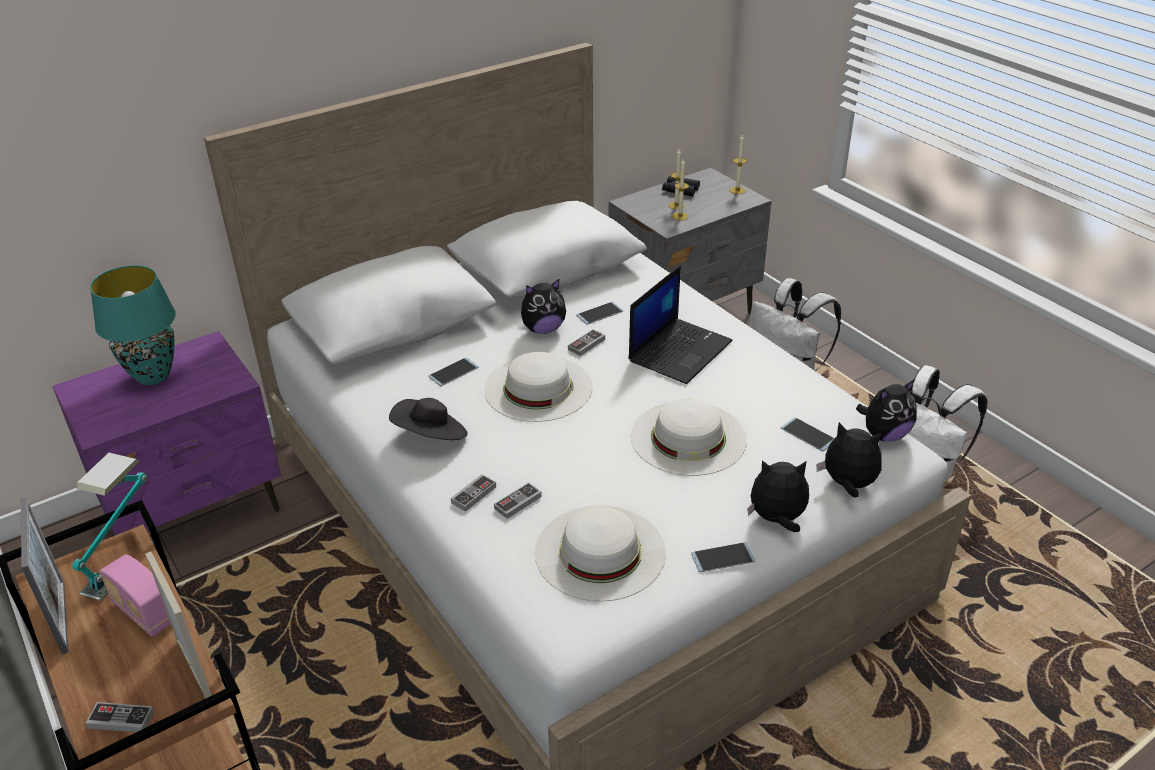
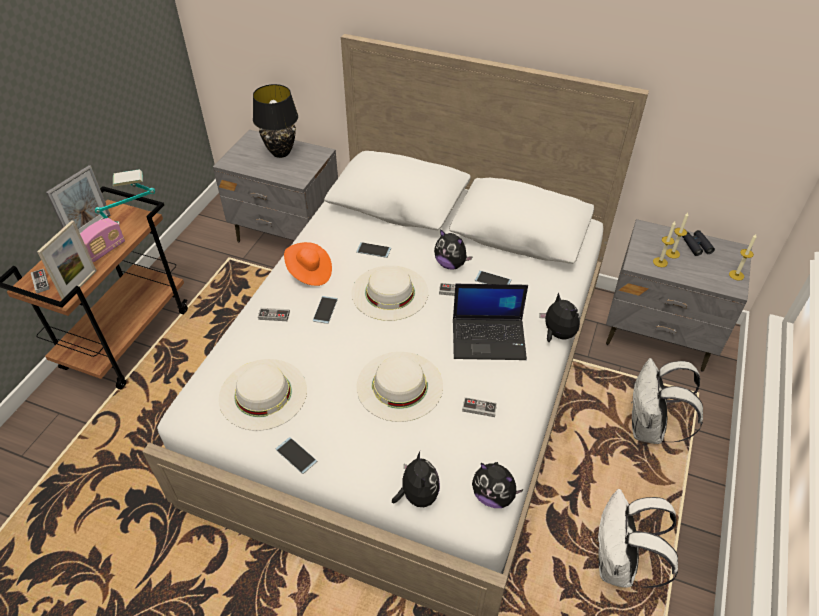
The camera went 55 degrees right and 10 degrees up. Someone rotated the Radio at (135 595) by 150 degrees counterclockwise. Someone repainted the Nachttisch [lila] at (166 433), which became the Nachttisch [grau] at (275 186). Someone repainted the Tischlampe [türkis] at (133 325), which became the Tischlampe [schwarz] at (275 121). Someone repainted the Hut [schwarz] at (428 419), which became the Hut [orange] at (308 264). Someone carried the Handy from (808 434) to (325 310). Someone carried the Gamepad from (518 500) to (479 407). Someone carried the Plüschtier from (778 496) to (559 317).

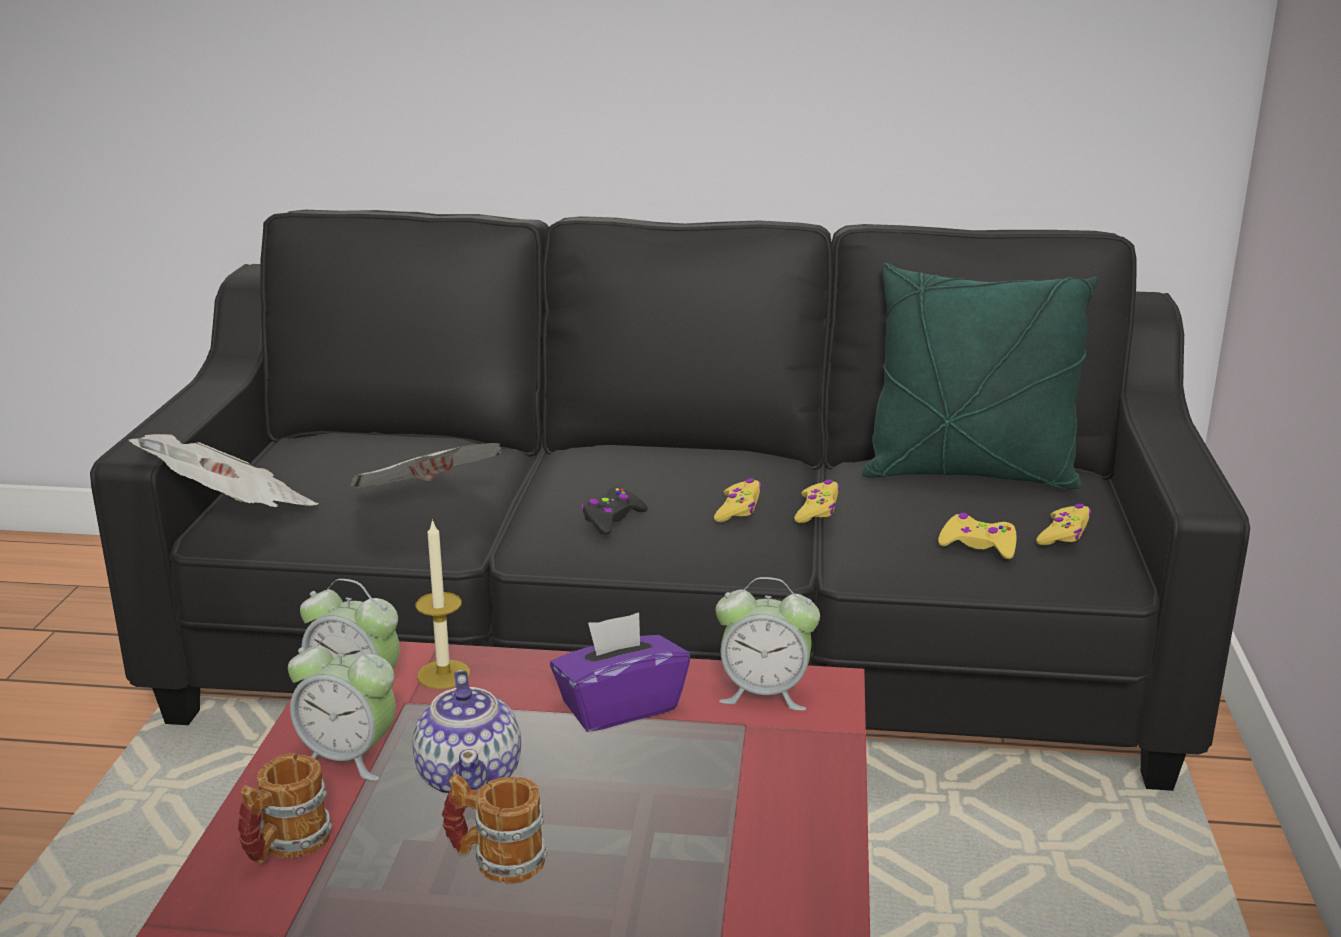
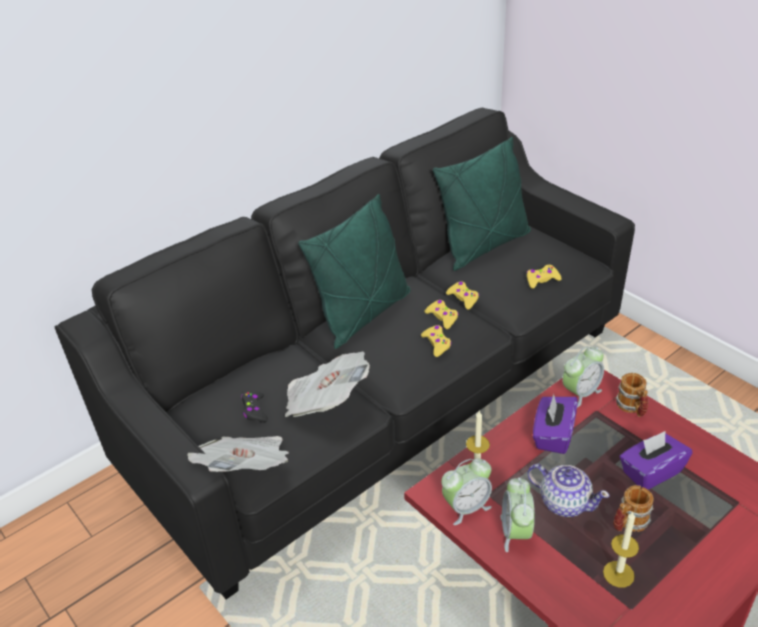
The camera went 45 degrees left and 15 degrees up. Someone carried the Gamepad [schwarz] from (614 511) to (255 407). Someone put down the Kissen [grün] at (354 271). Someone carried the Gamepad [gelb] from (1063 524) to (436 341). Someone rotated the Wecker at (342 707) by 120 degrees clockwise. Someone put down the Kerze at (621 550). Someone carried the Henkelbecher from (285 808) to (632 395). Someone put down the Taschentuchbox [lila] at (655 460).

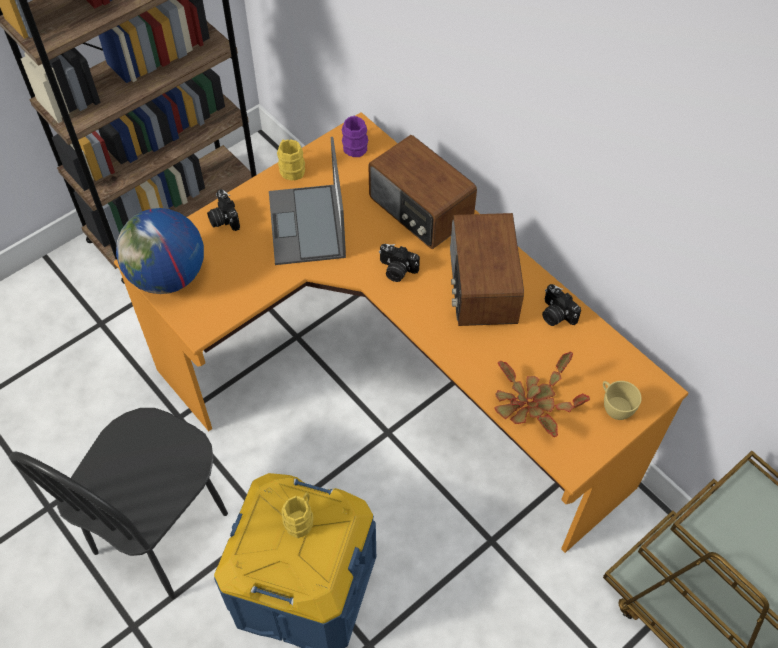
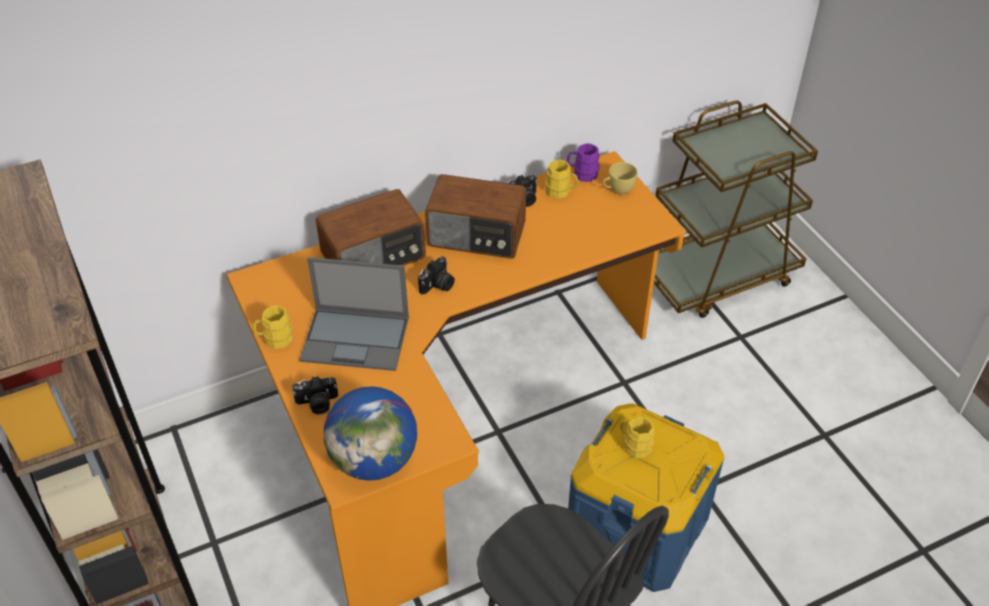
The camera went 75 degrees left and 10 degrees down. Someone put down the Henkelbecher [gelb] at (561 179). Someone carried the Henkelbecher [lila] from (355 136) to (583 162). Someone took away the Topfpflanze at (542 394).

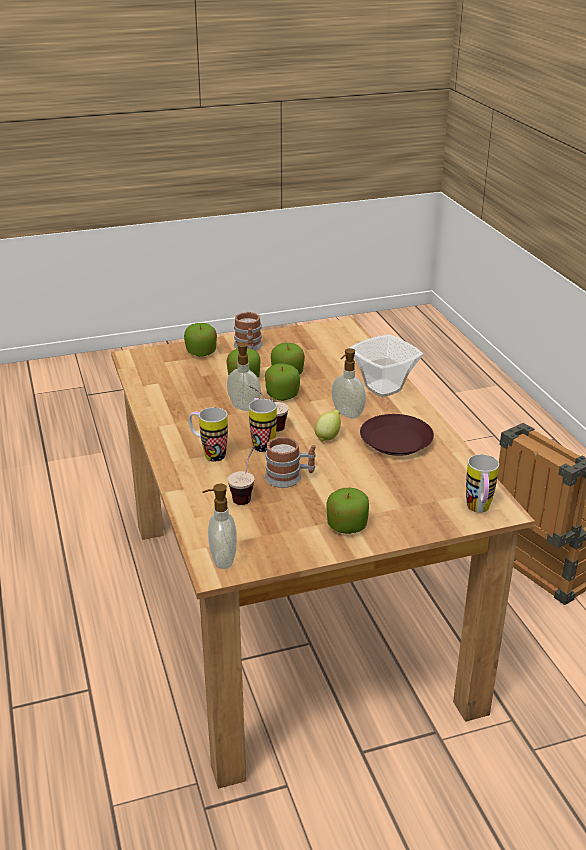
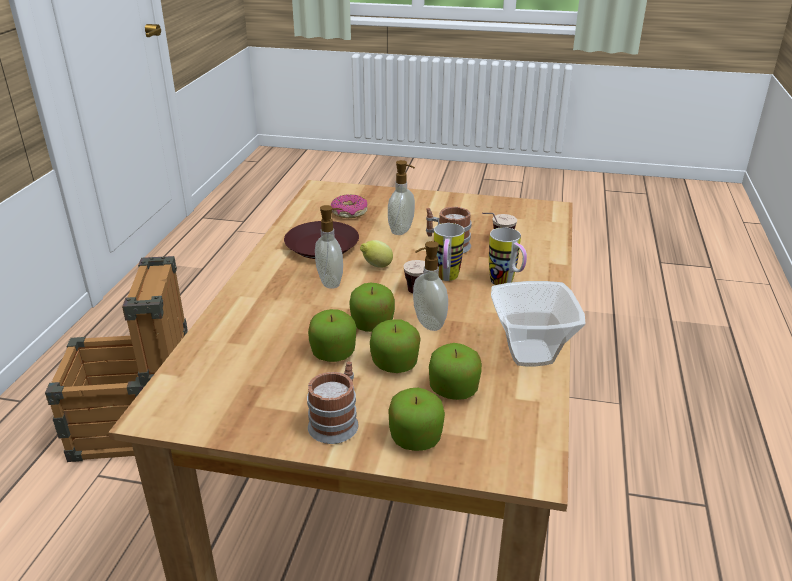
The camera went 150 degrees left and 0 degrees up. Someone put down the Donut at (349 206). Someone carried the Seifenspender from (219 526) to (401 197). Someone carried the Apfel from (347 511) to (455 371). Someone carried the Schüssel from (386 365) to (538 323). Someone took away the Henkelbecher at (482 483).

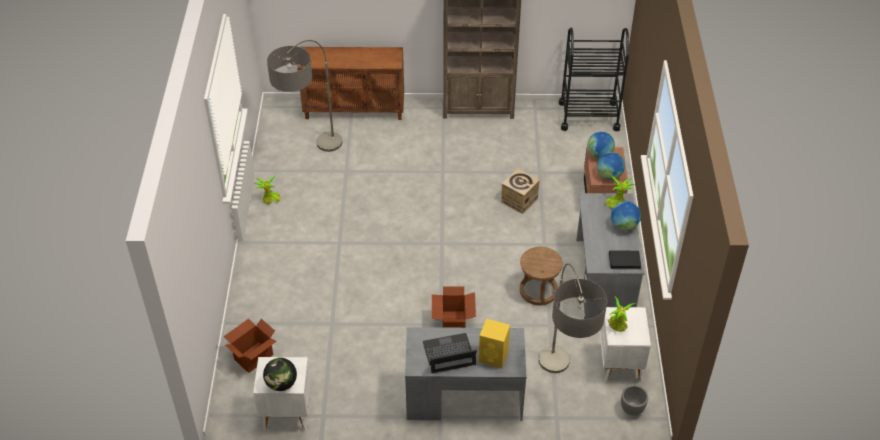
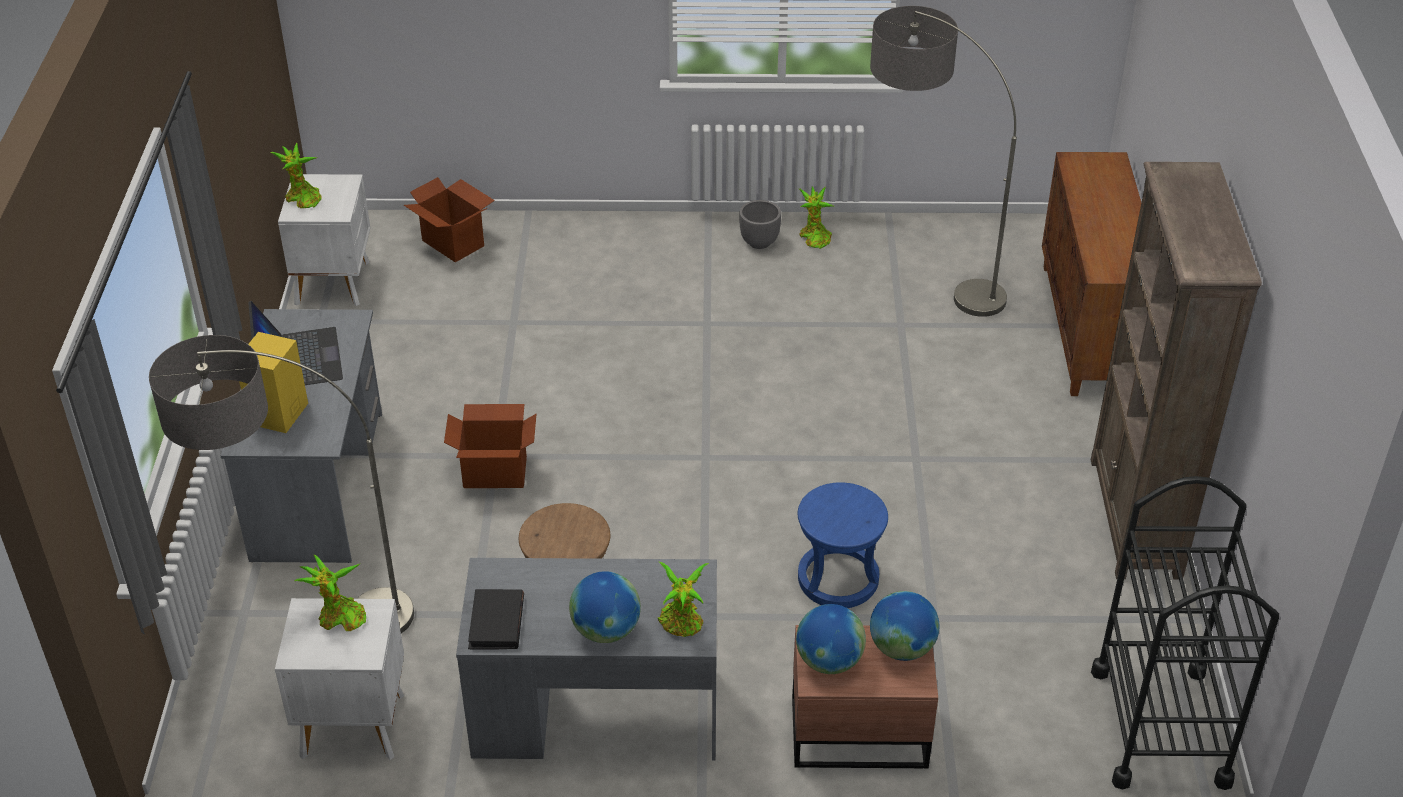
The camera went 90 degrees right and 5 degrees down. Someone swapped the Globus at (280 374) for the Topfpflanze at (296 175). Someone carried the Pflanzkübel [grau] from (634 400) to (760 224). Someone swapped the Karton at (520 191) for the Hocker [blau] at (843 545).

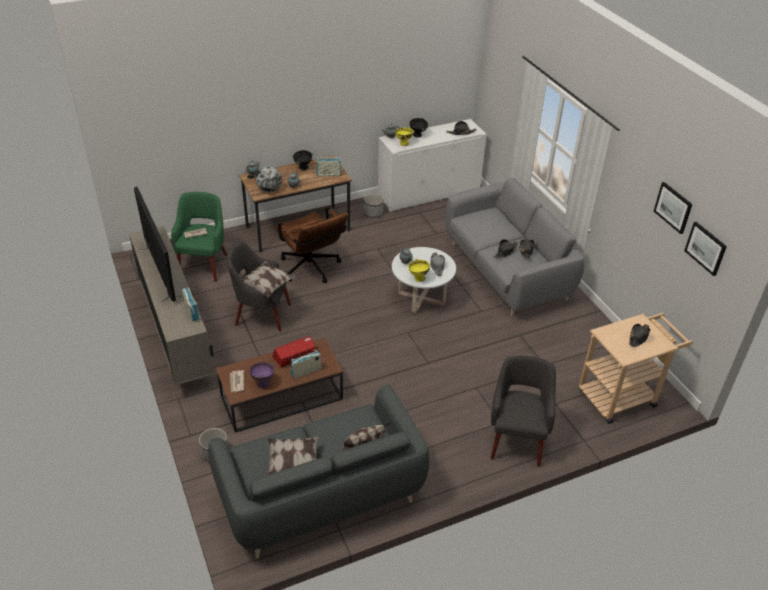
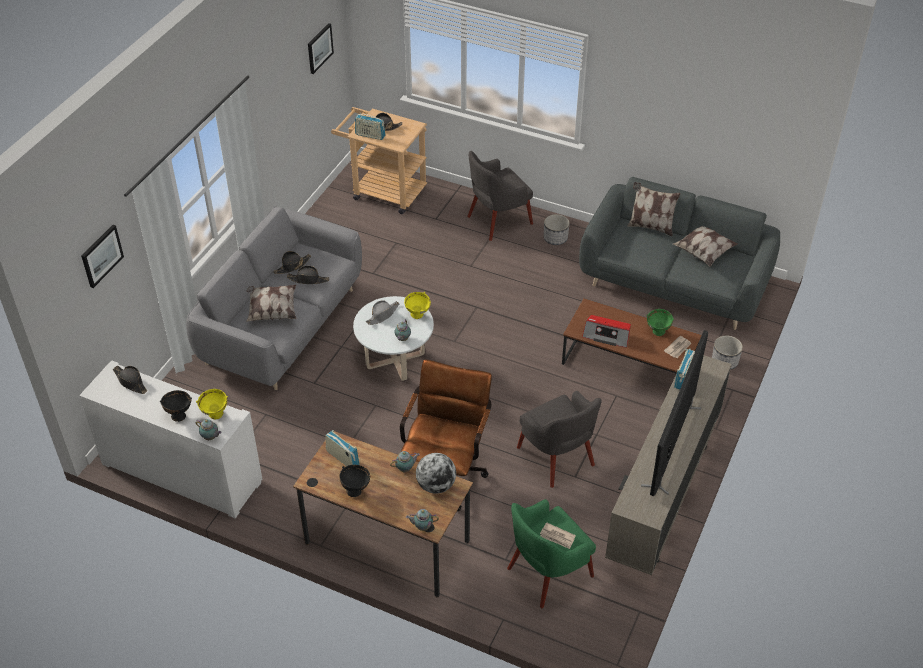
The camera went 130 degrees left and 5 degrees up. Someone carried the Bild from (673 208) to (102 256). Someone carried the Kissen from (269 279) to (271 303). Someone carried the Radio from (306 364) to (370 126). Someone carried the Pflanzkübel from (374 206) to (557 229). Someone repainted the Schüssel [lila] at (261 375), which became the Schüssel [grün] at (660 322).

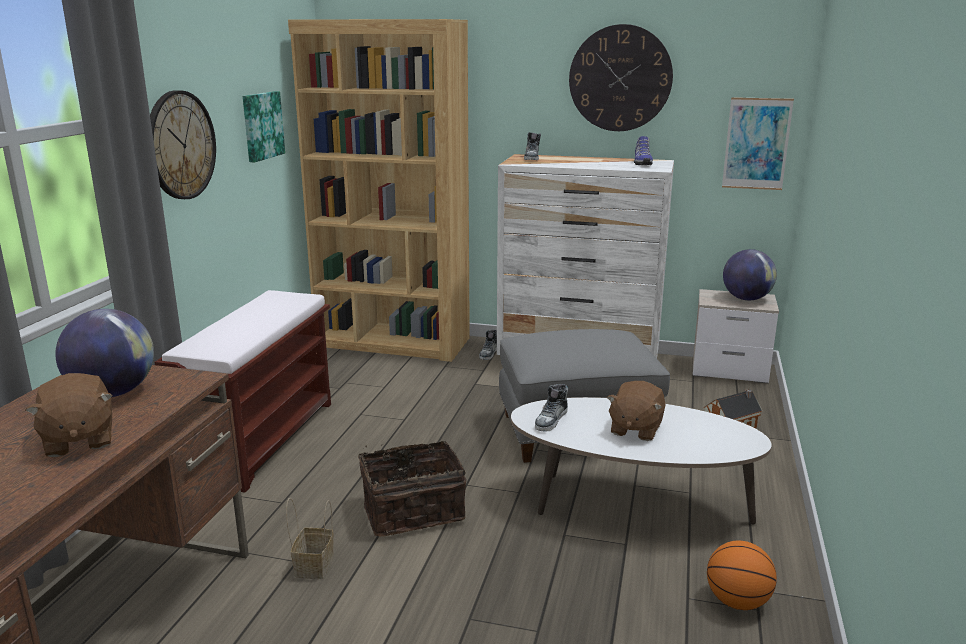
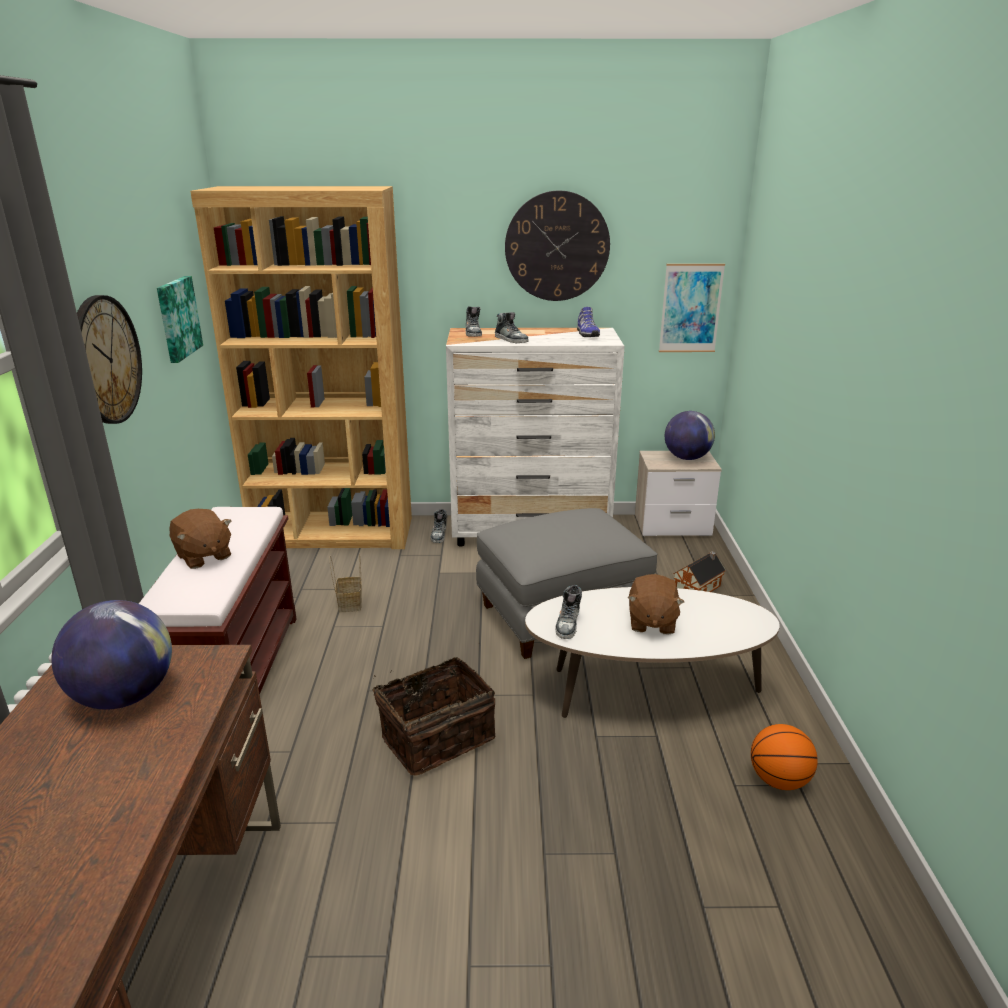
The camera went 15 degrees left and 5 degrees up. Someone carried the Plüschtier [braun] from (69 415) to (200 539). Someone carried the Korb from (310 538) to (345 582). Someone put down the Schuh at (512 327).

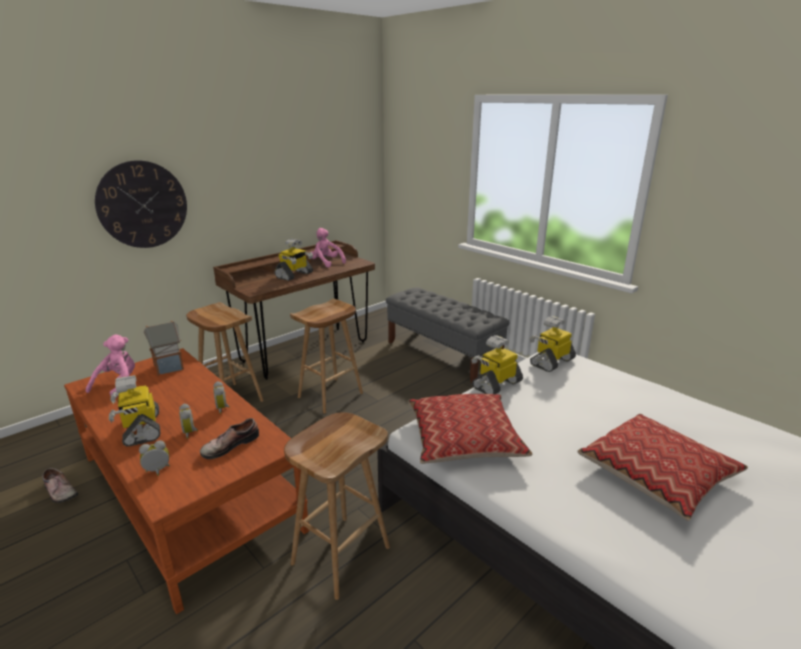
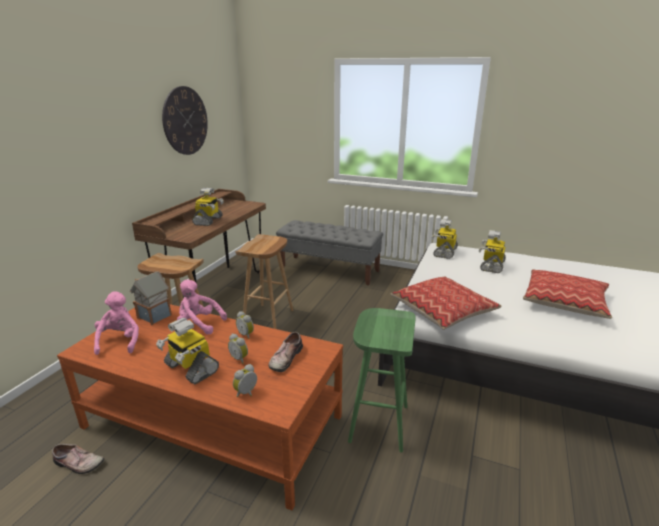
The camera went 25 degrees left and 0 degrees up. Someone carried the Wanduhr from (141 204) to (185 120). Someone carried the Plüschtier [rosa] from (328 248) to (202 307). Someone repainted the Hocker [braun] at (337 506), which became the Hocker [grün] at (382 380). Someone carried the Spielzeugroboter from (497 364) to (492 251).

